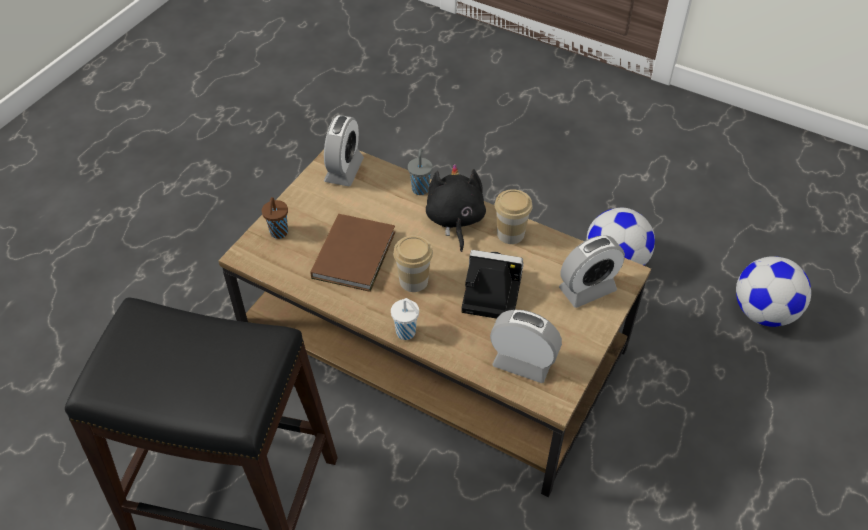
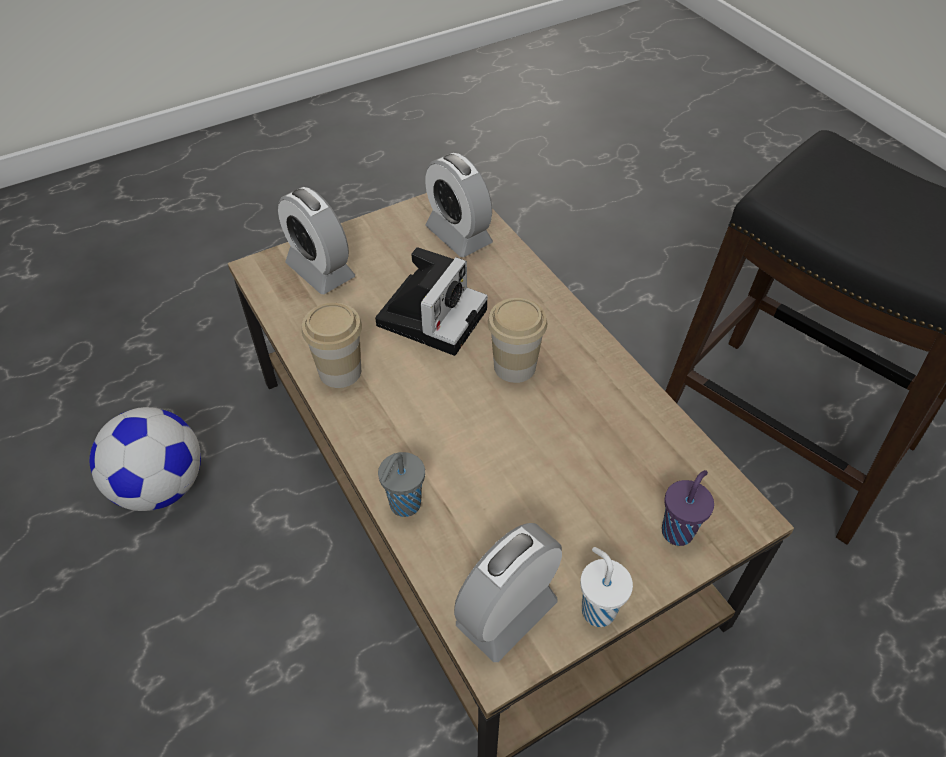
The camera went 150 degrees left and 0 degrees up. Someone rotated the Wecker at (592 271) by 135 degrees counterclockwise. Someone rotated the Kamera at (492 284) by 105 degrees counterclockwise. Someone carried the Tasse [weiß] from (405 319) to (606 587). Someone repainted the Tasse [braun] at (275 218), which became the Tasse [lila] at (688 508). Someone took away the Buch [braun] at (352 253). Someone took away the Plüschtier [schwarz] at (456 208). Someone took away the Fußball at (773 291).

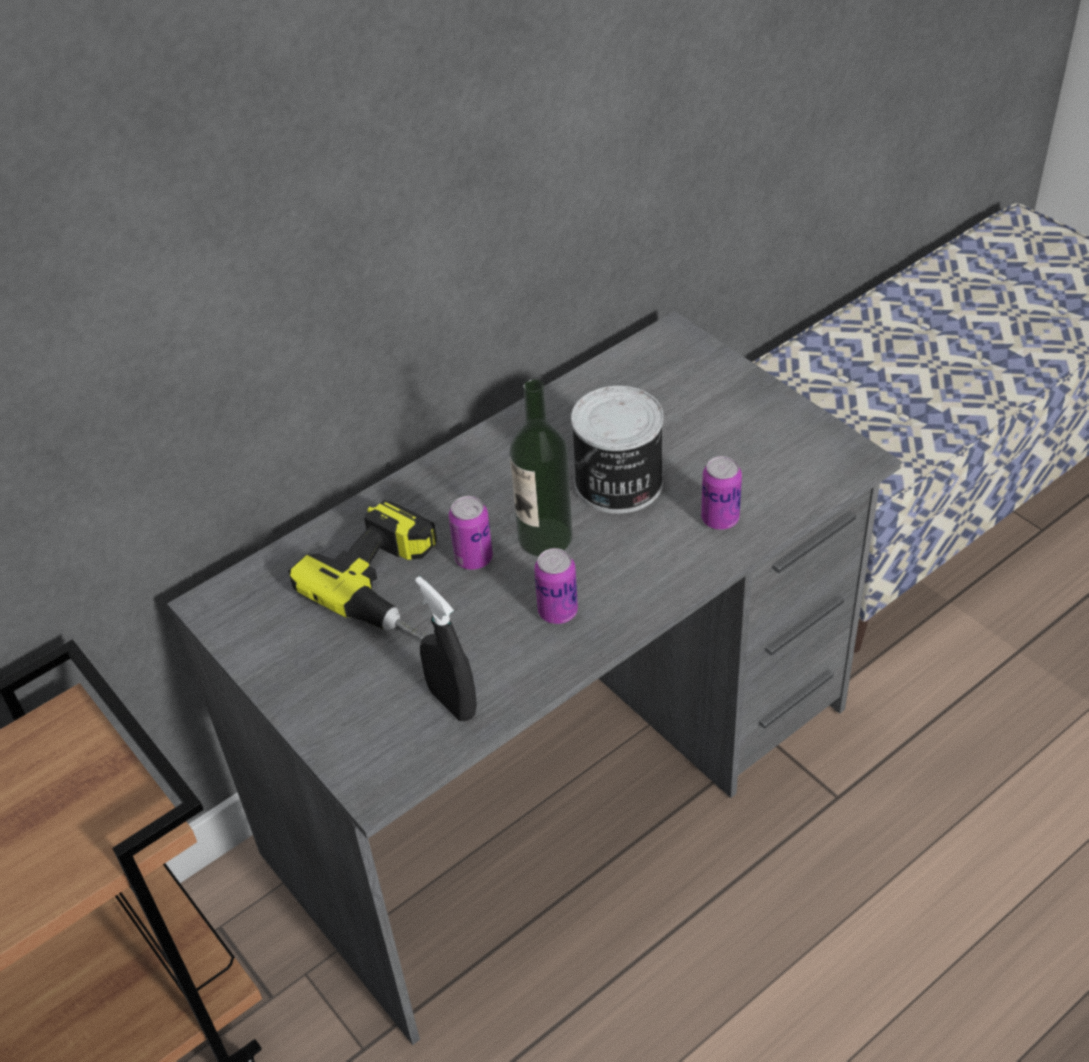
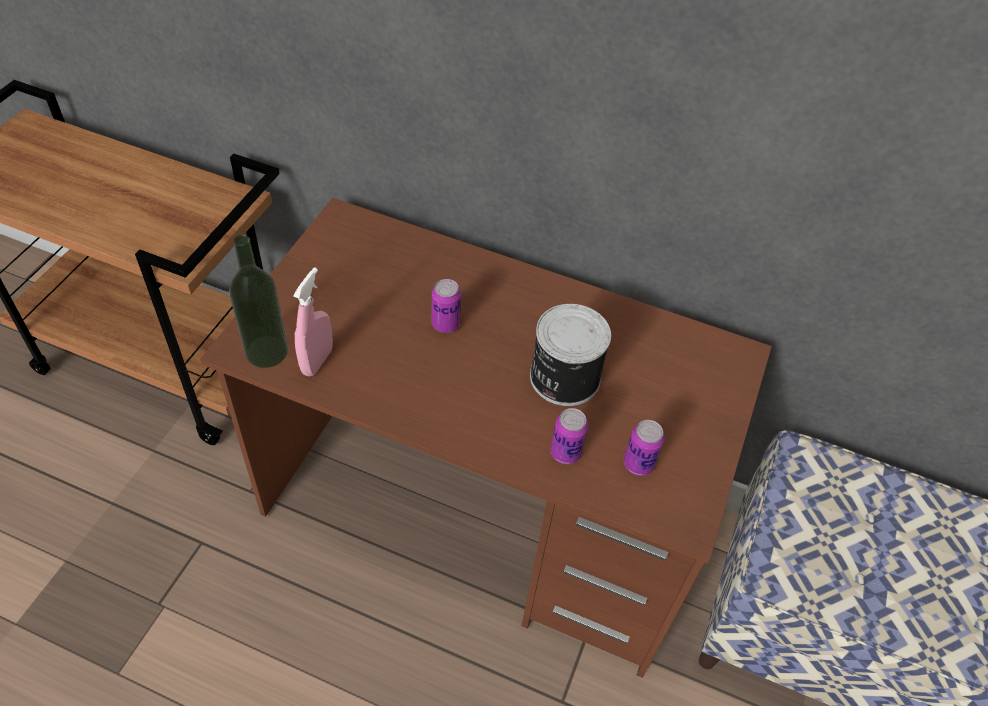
The camera went 55 degrees right and 5 degrees up. Someone repainted the Schreibtisch [grau] at (534 678), which became the Schreibtisch [braun] at (486 438). Someone carried the Flasche from (541 468) to (258 301). Someone repainted the Sprühflasche [schwarz] at (446 648), which became the Sprühflasche [rosa] at (313 321). Someone carried the Dose from (556 586) to (644 448). Someone took away the Bohrmaschine at (362 569).

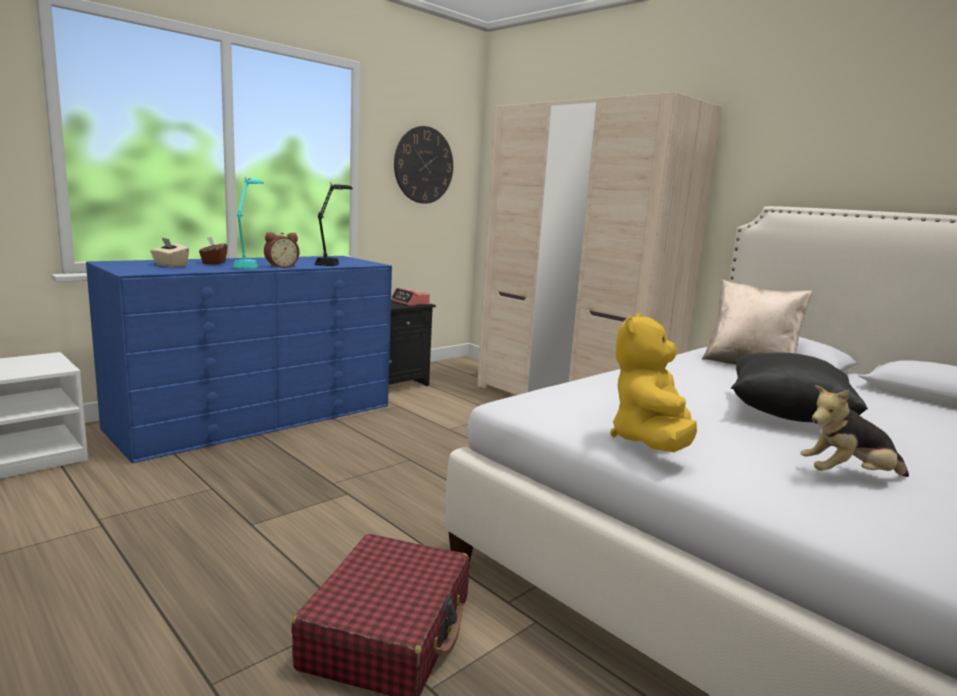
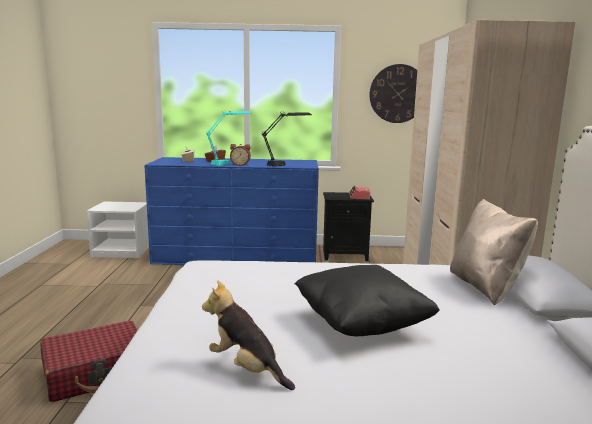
The camera went 45 degrees right and 0 degrees up. Someone took away the Plüschtier [gelb] at (653 382).

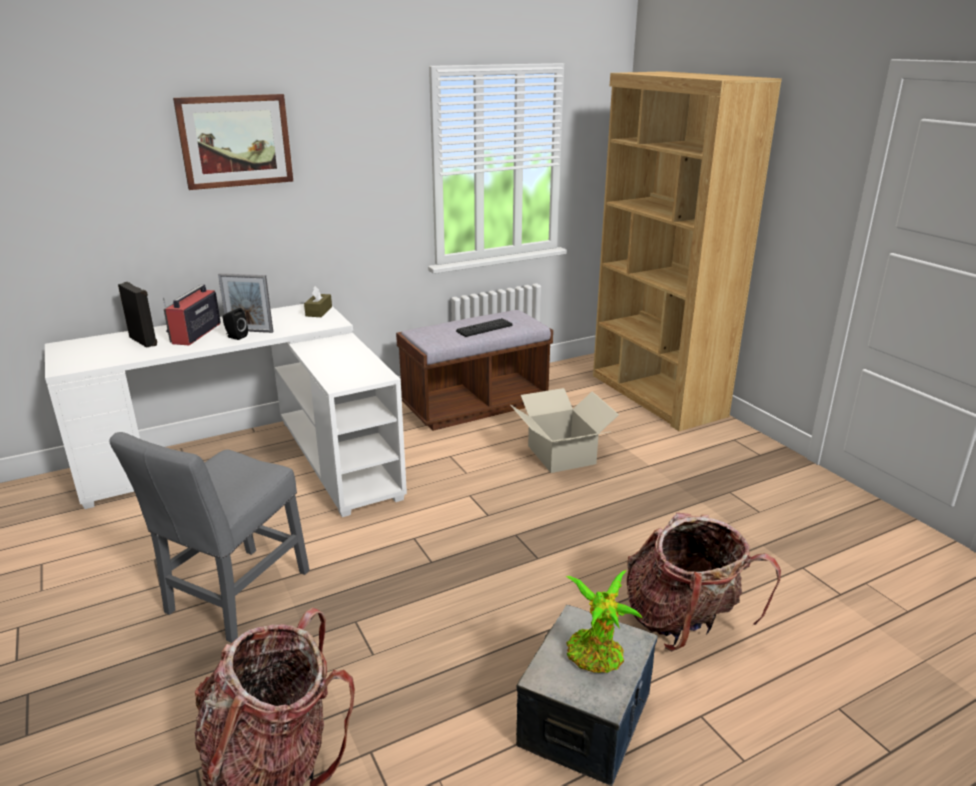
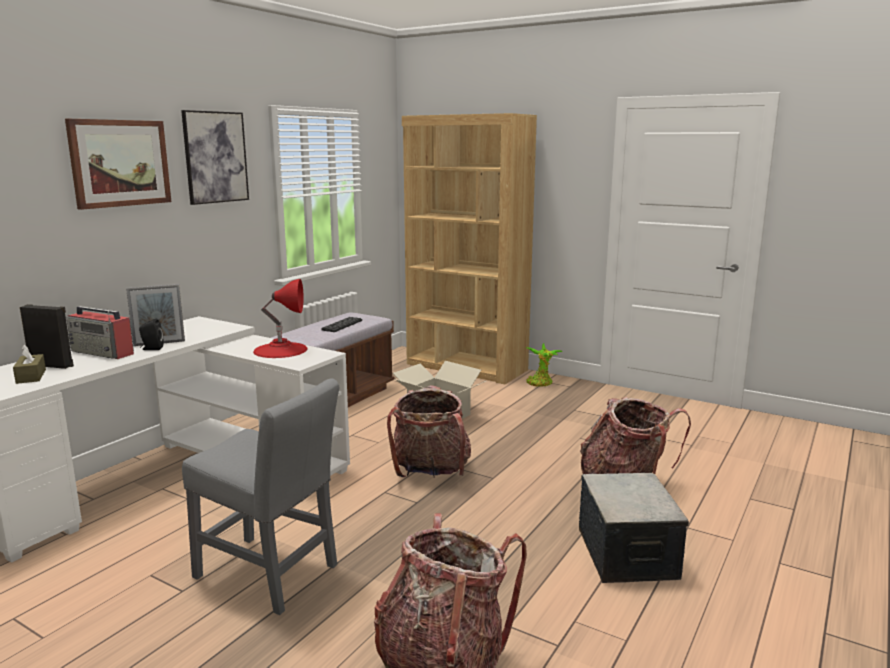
The camera went 30 degrees left and 10 degrees down. Someone carried the Taschentuchbox [braun] from (318 301) to (29 364). Someone rotated the Radio at (192 314) by 45 degrees counterclockwise. Someone put up the Bild at (215 157). Someone rotated the Stuhl [grau] at (209 537) by 60 degrees counterclockwise. Someone put down the Tischlampe [rot] at (280 318). Someone put down the Rucksack at (429 431). Someone carried the Topfpflanze from (604 621) to (544 365).

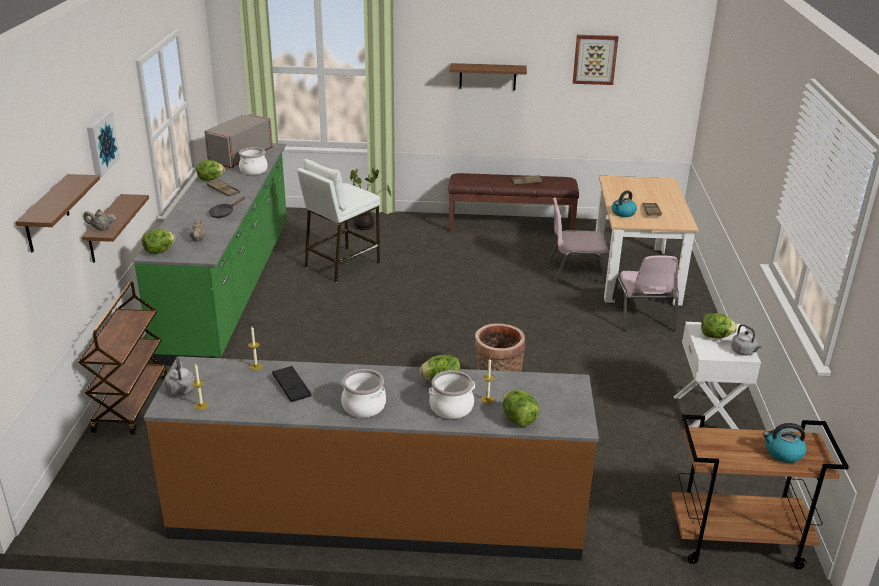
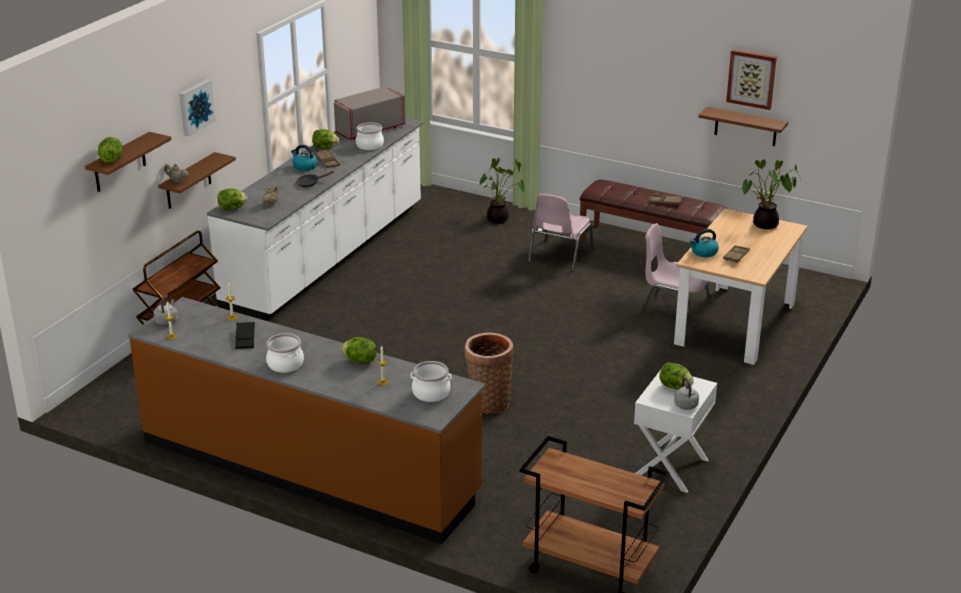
The camera went 25 degrees right and 0 degrees up. Someone carried the Salatkopf from (521 408) to (110 150). Someone repainted the Küchenzeile [grün] at (210 254), which became the Küchenzeile [weiß] at (315 219). Someone carried the Wasserkessel from (785 443) to (304 158). Someone carried the Kochtopf from (452 394) to (431 381). Someone carried the Stuhl [rosa] from (645 293) to (561 232). Someone carried the Wandregal [braun] from (488 76) to (743 126). Someone put down the Topfpflanze at (770 194). Someone took away the Hocker [weiß] at (338 221).

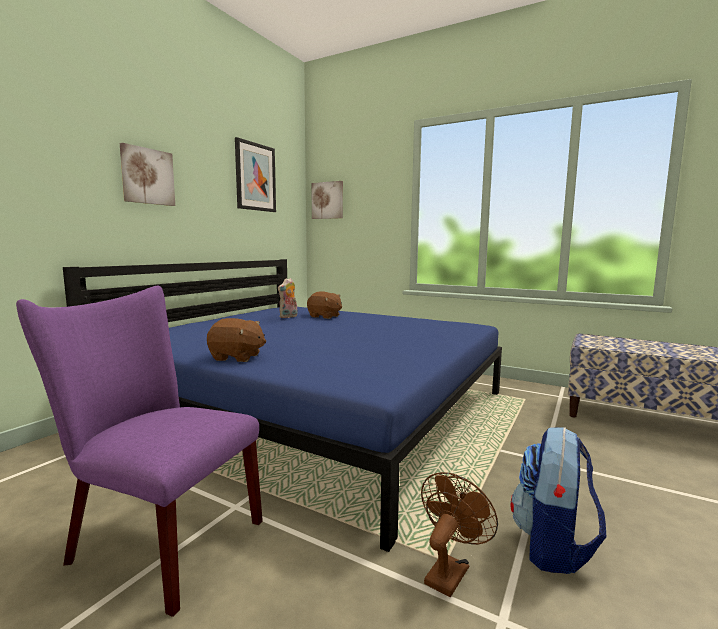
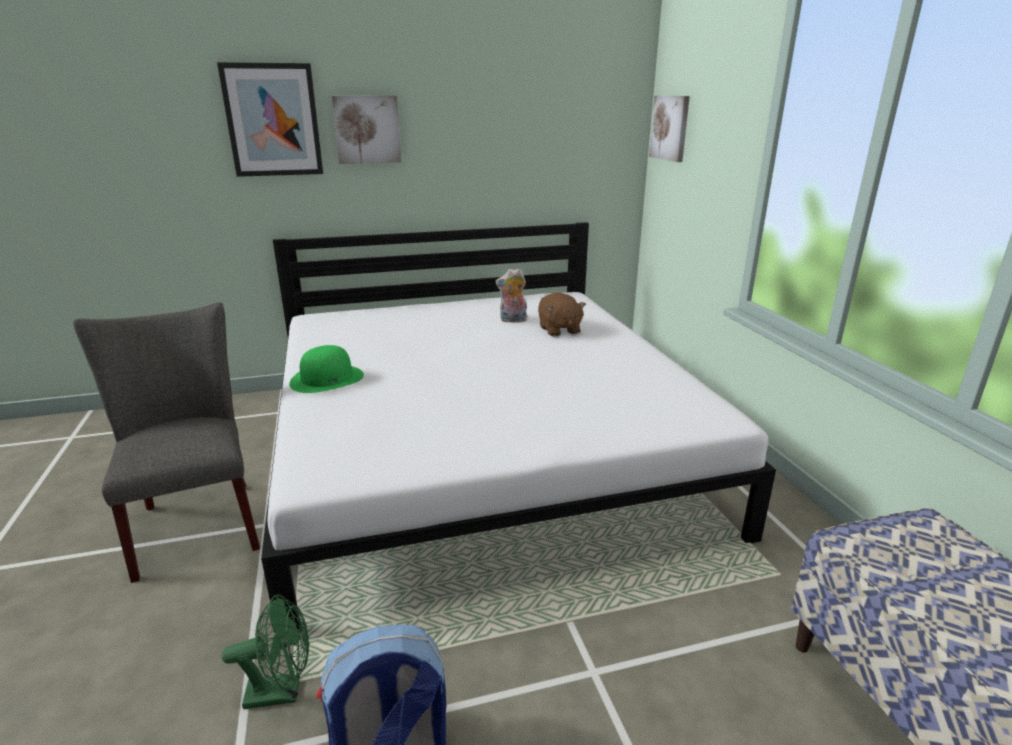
The camera went 45 degrees right and 15 degrees up. Someone repainted the Stuhl [lila] at (139 451), which became the Stuhl [grau] at (167 442). Someone carried the Bild from (255 174) to (270 119). Someone repainted the Ventilator [braun] at (459 534), which became the Ventilator [grün] at (265 651). Someone repainted the Bett [blau] at (282 405), which became the Bett [weiß] at (518 428). Someone swapped the Plüschtier [braun] at (237 340) for the Hut [grün] at (326 369).

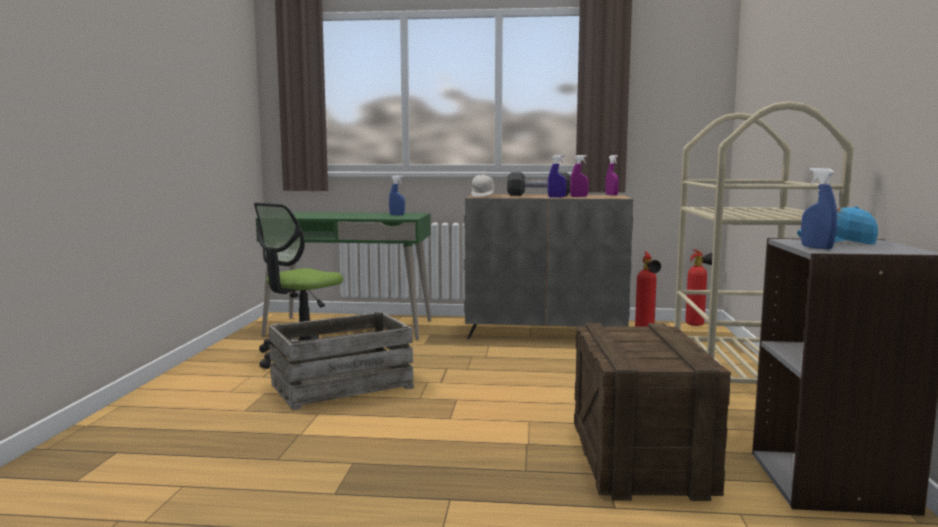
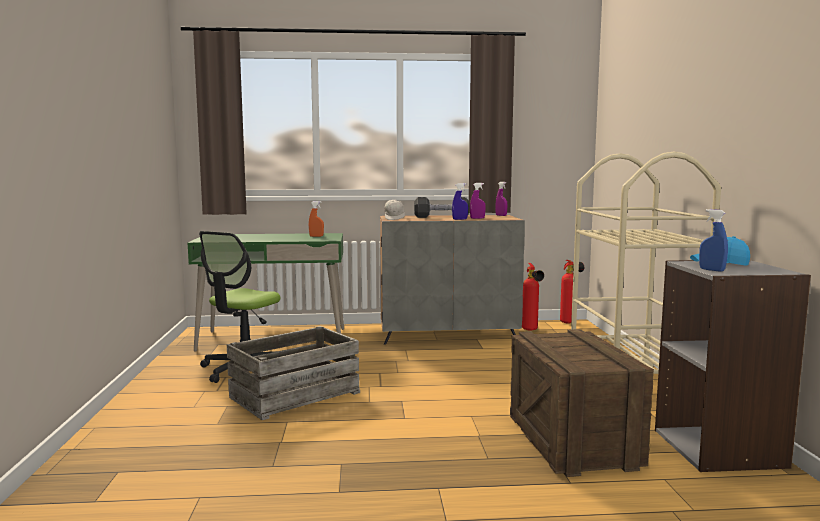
The camera went 10 degrees left and 0 degrees up. Someone repainted the Sprühflasche [blau] at (397 196), which became the Sprühflasche [orange] at (316 219).

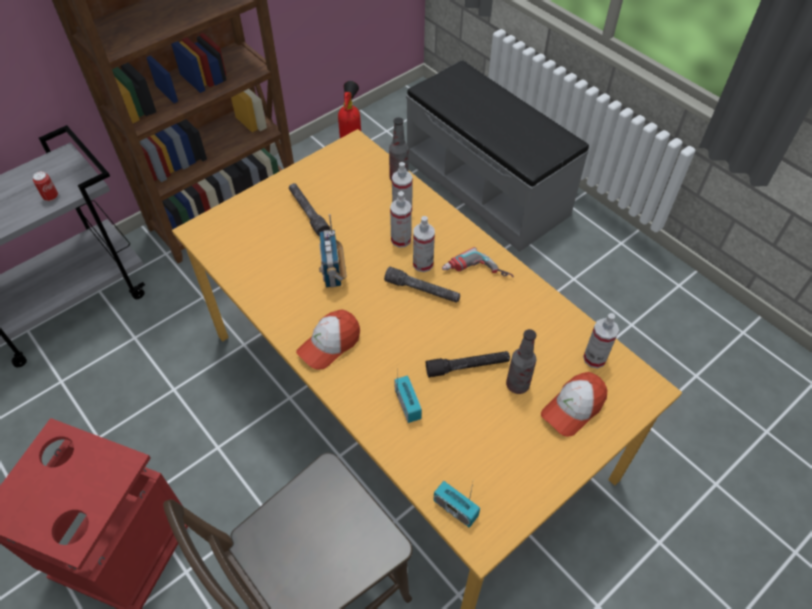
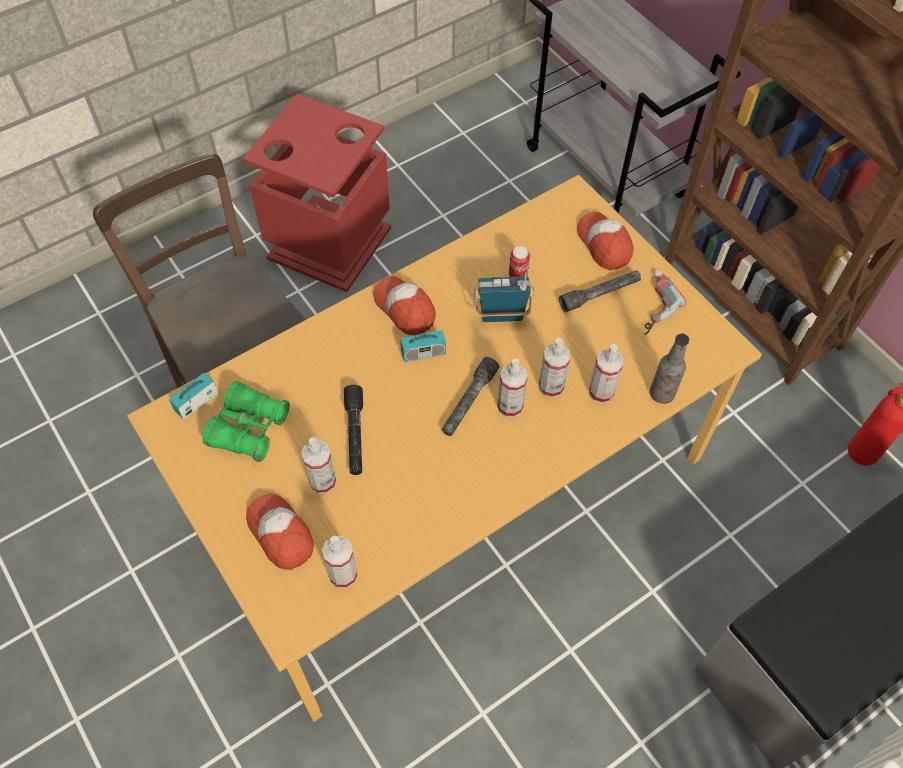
The camera went 95 degrees right and 5 degrees up. Someone put down the Fernglas [grün] at (246 421). Someone swapped the Flasche at (521 361) for the Sprühflasche at (318 465). Someone carried the Radio from (408 399) to (423 339). Someone carried the Dose from (45 186) to (519 261). Someone put down the Kappe at (605 241). Someone carried the Bohrmaschine from (478 262) to (665 302).

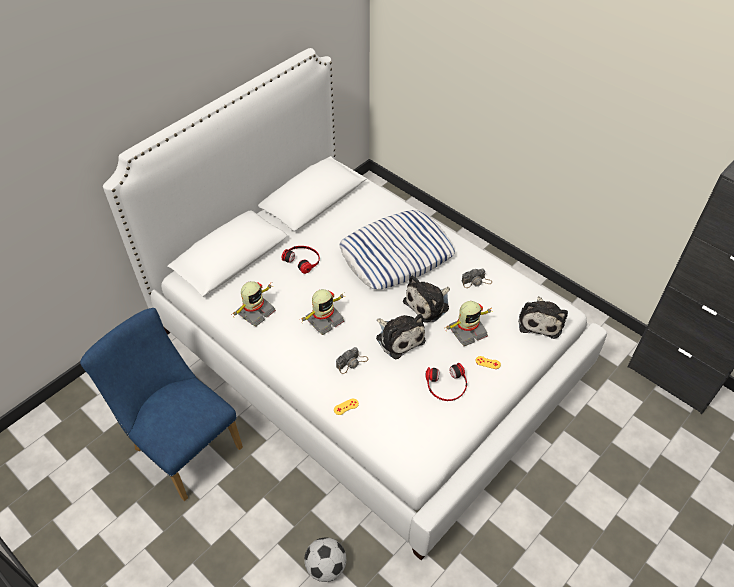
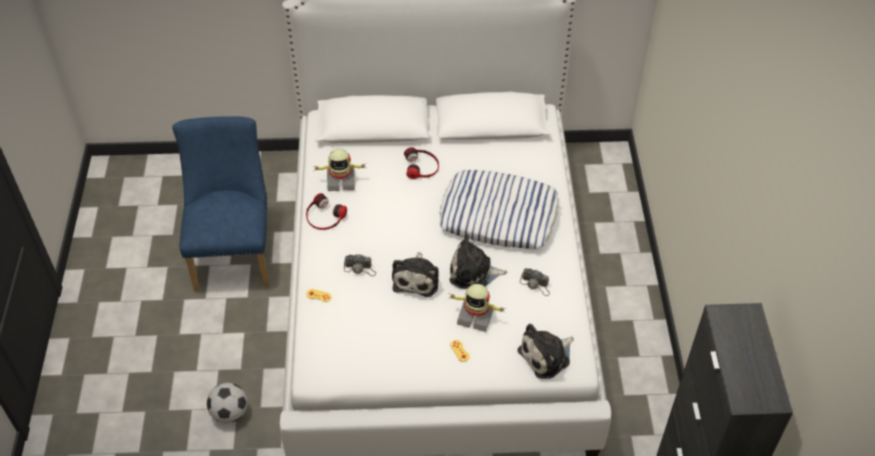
The camera went 45 degrees right and 0 degrees up. Someone carried the Kopfhörer from (446 382) to (326 211). Someone took away the Spielzeugroboter at (322 312).

